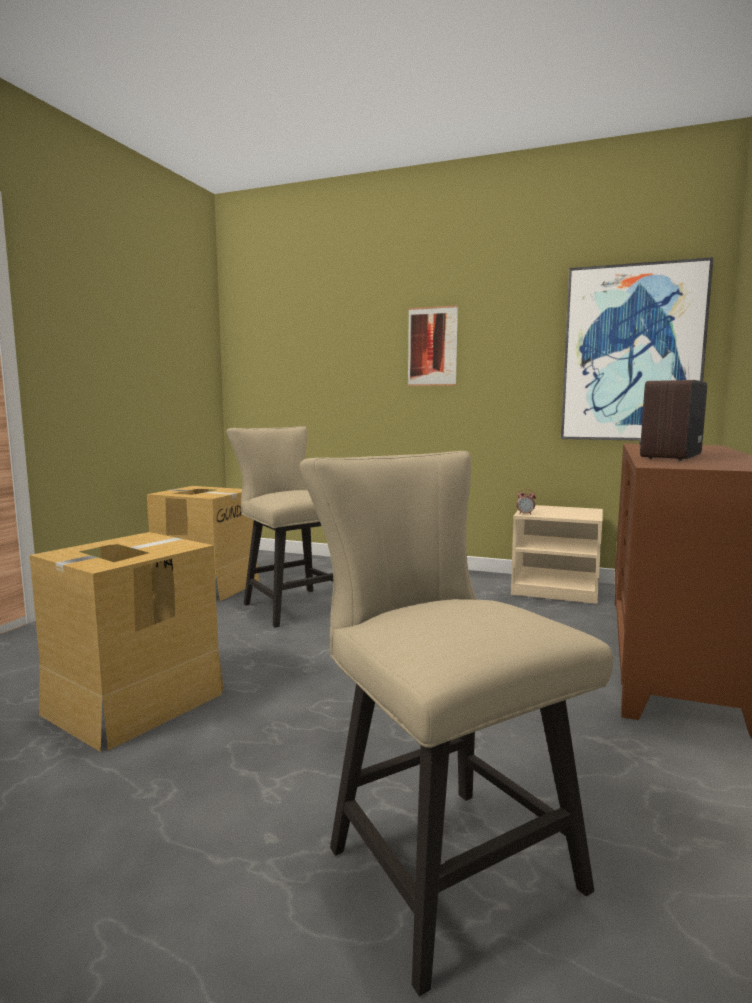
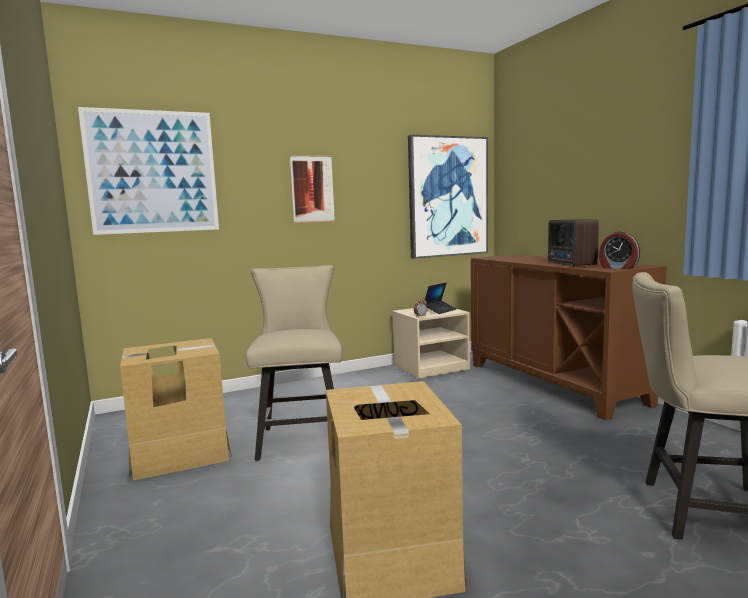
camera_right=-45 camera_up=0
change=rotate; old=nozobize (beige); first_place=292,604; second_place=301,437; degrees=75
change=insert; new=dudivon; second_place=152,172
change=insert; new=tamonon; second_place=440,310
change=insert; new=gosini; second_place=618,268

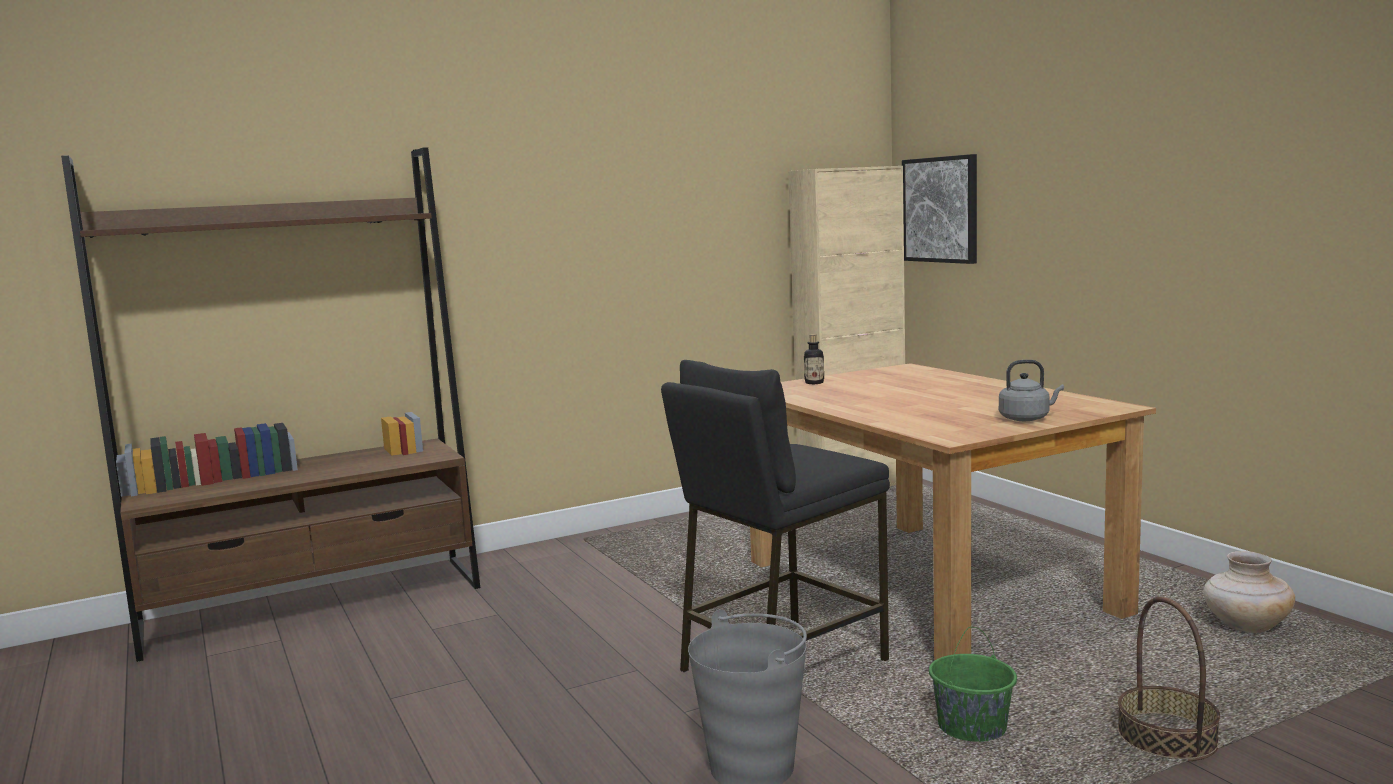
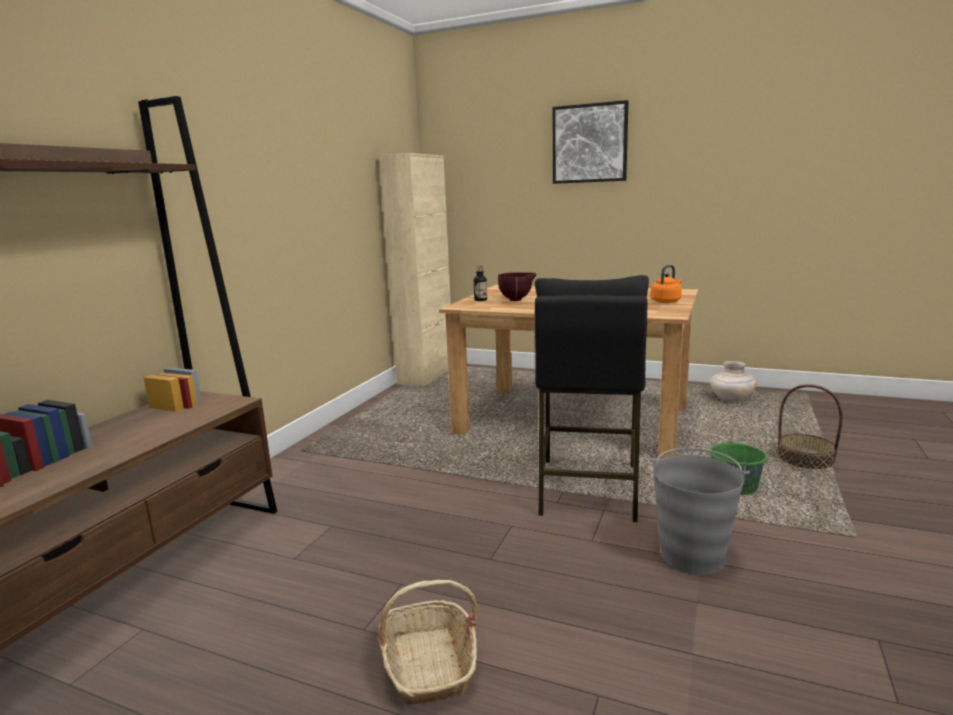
camera_right=-40 camera_up=5
change=move; old=dudivon; first_place=940,209; second_place=589,143
change=recolor; old=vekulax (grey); new=vekulax (orange); first_place=1027,418; second_place=666,301
change=insert; new=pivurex; second_place=429,664
change=insert; new=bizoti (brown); second_place=517,300

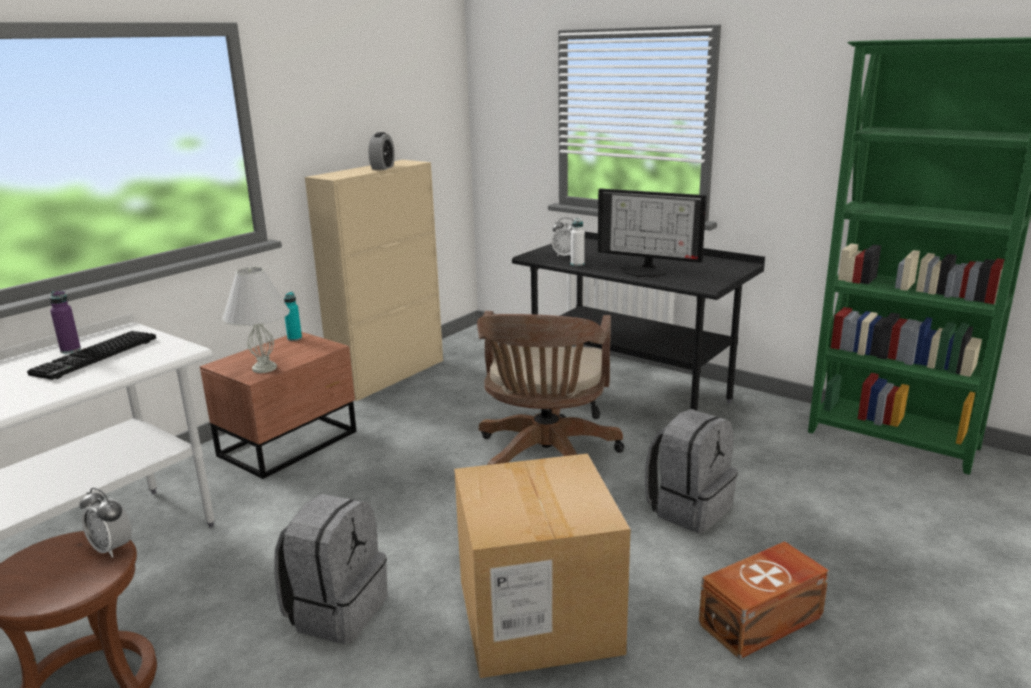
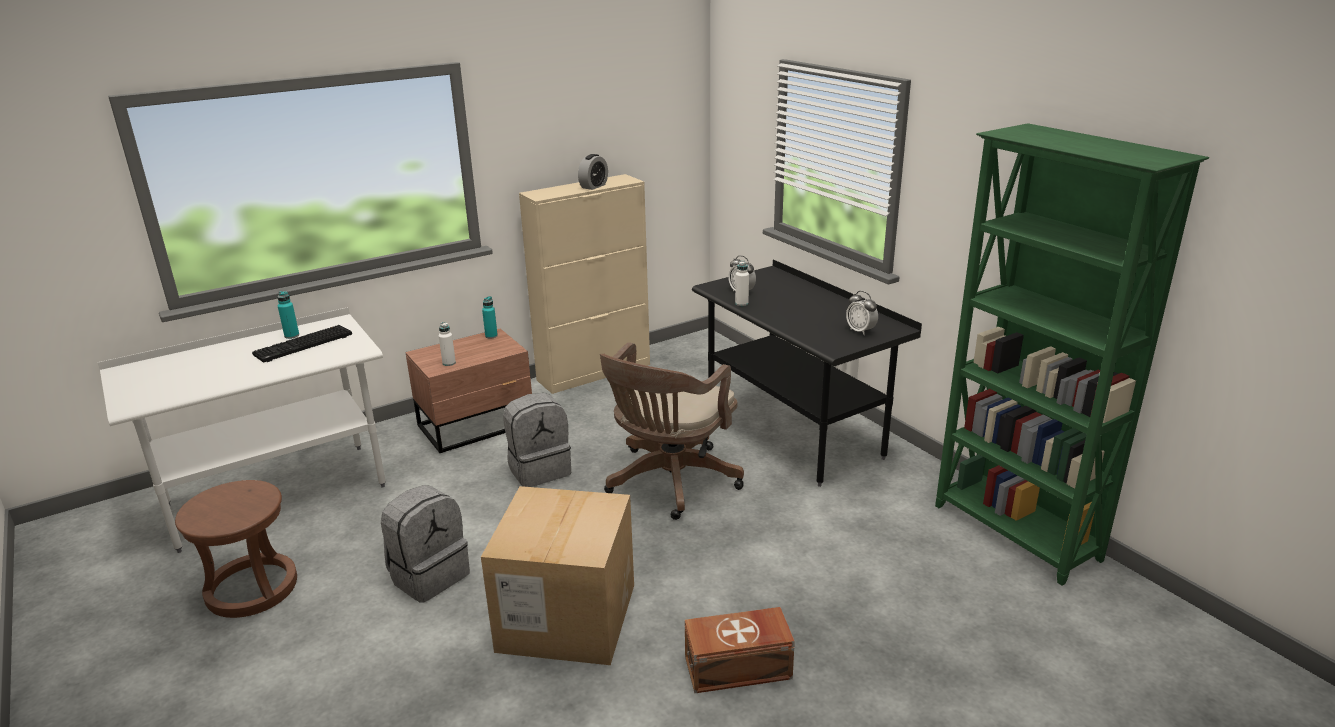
camera_right=20 camera_up=5
change=recolor; old=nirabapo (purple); new=nirabapo (turquoise); first_place=70,350; second_place=292,336
change=move; old=gosini; first_place=112,548; second_place=860,331
change=replace; old=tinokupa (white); new=nirabapo (white); first_place=264,368; second_place=449,363
change=delete; old=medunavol; first_place=645,271
change=move; old=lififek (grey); first_place=689,508; second_place=539,470

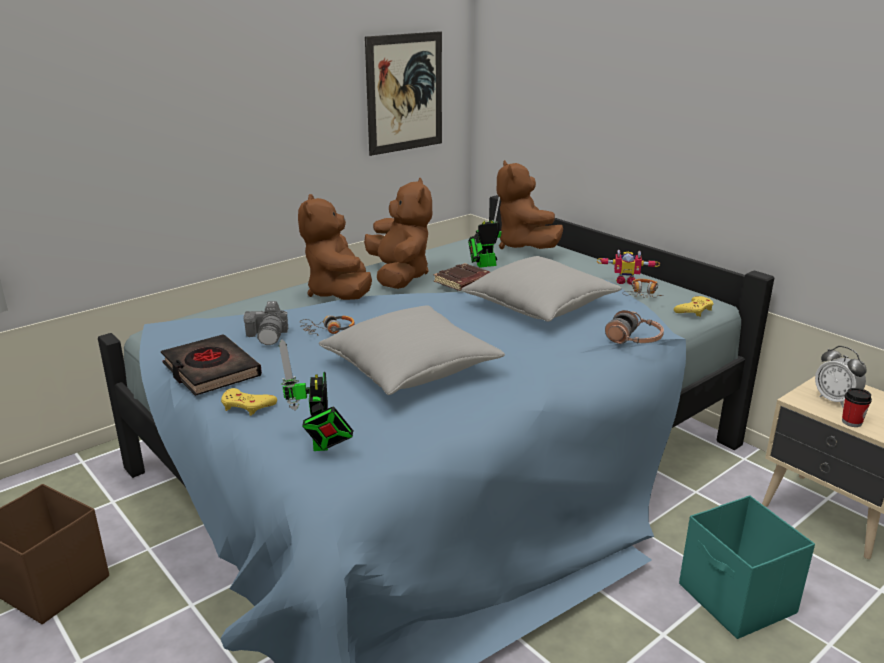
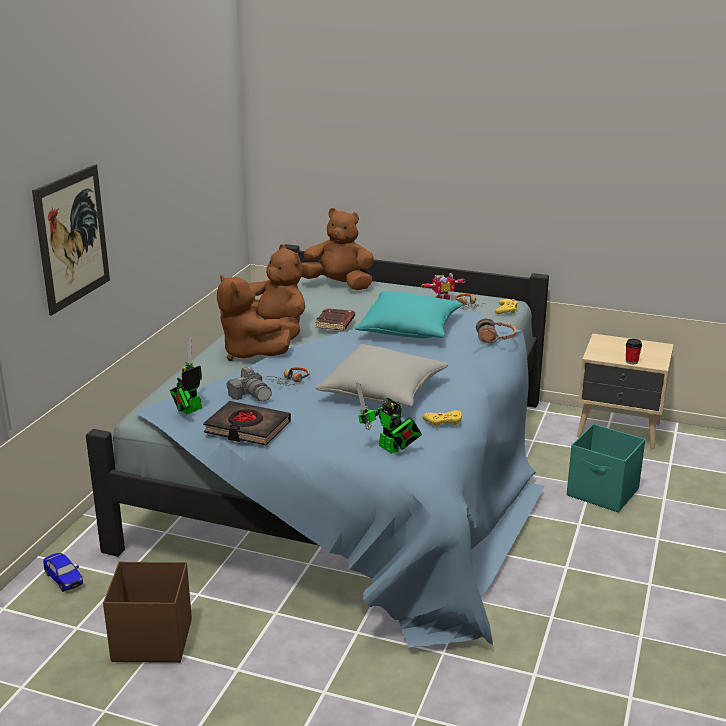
camera_right=-30 camera_up=0
change=move; old=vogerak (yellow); first_place=247,406; second_place=443,421
change=move; old=dudivon; first_place=405,93; second_place=72,238
change=recolor; old=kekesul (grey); new=kekesul (turquoise); first_place=540,307; second_place=409,329
change=move; old=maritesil; first_place=483,265; second_place=189,411
change=rotate; old=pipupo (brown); first_place=524,246; second_place=338,285; degrees=150
change=delete; old=gosini; first_place=835,400
change=insert; new=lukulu; second_place=64,579

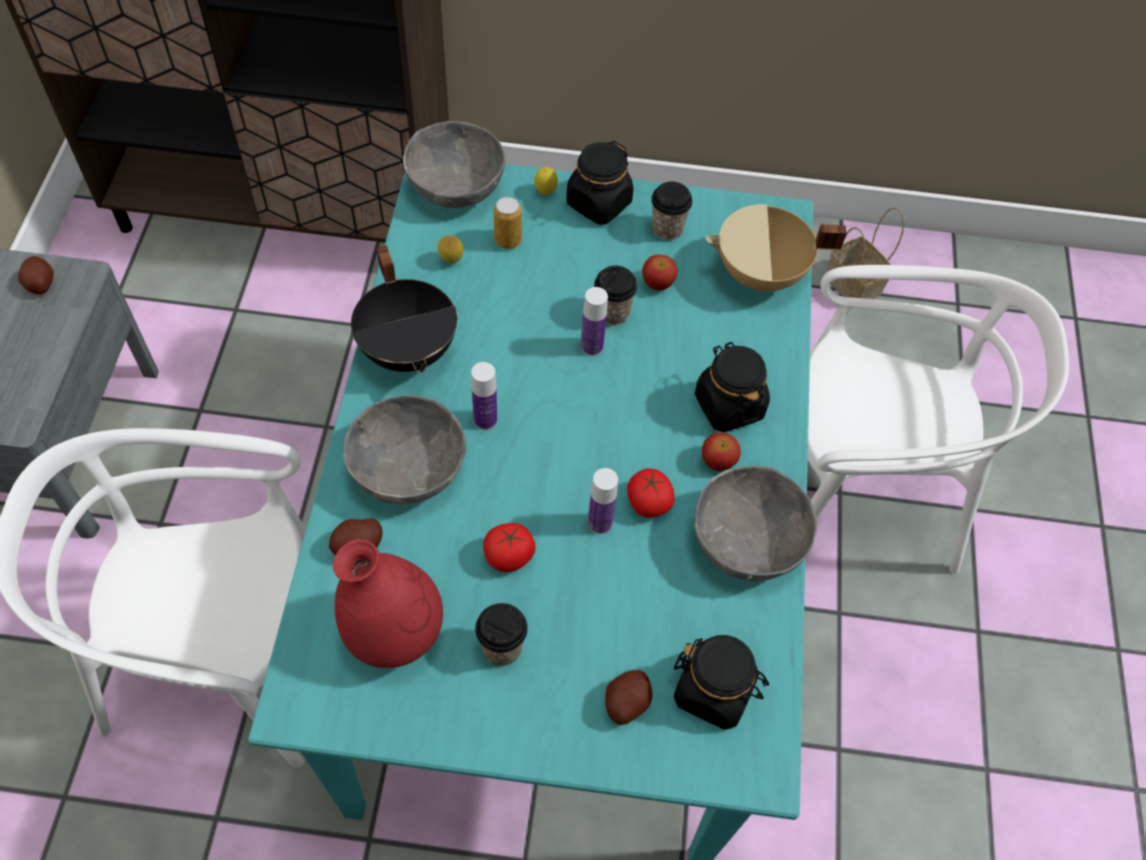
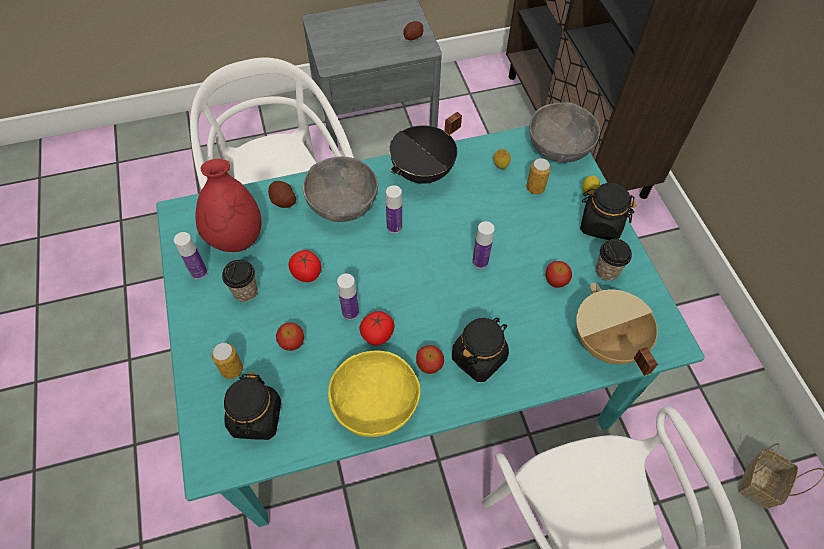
camera_right=70 camera_up=0
change=delete; old=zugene; first_place=612,313
change=replace; old=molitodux; new=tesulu; first_place=626,702; second_place=232,369
change=recolor; old=bizoti (grey); new=bizoti (yellow); first_place=748,541; second_place=375,404
change=insert; new=nirabapo; second_place=199,272
change=insert; new=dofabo; second_place=292,343

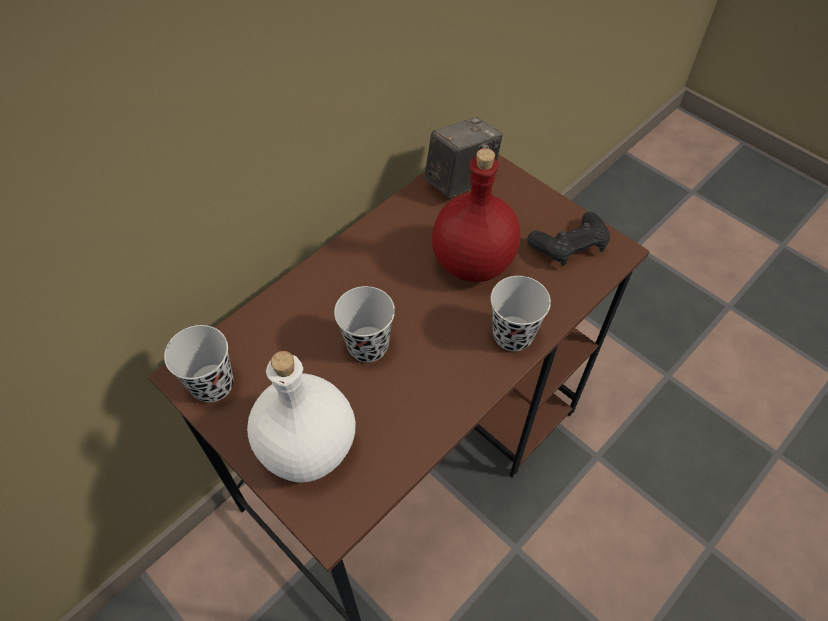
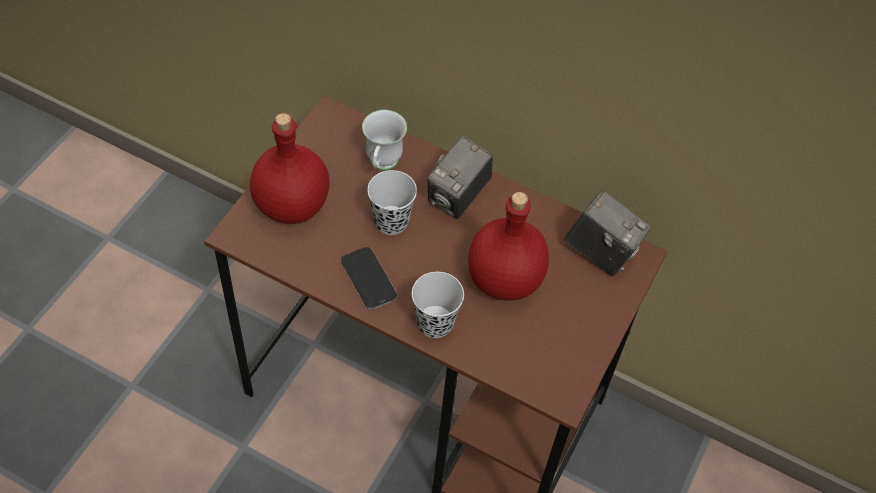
camera_right=70 camera_up=0
change=delete; old=zugene (black); first_place=212,384
change=recolor; old=nirabapo (white); new=nirabapo (red); first_place=309,448; second_place=291,206
change=delete; old=vogerak (black); first_place=569,246
change=insert; new=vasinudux; second_place=368,279
change=insert; new=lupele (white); second_place=381,166
change=insert; new=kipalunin; second_place=458,197

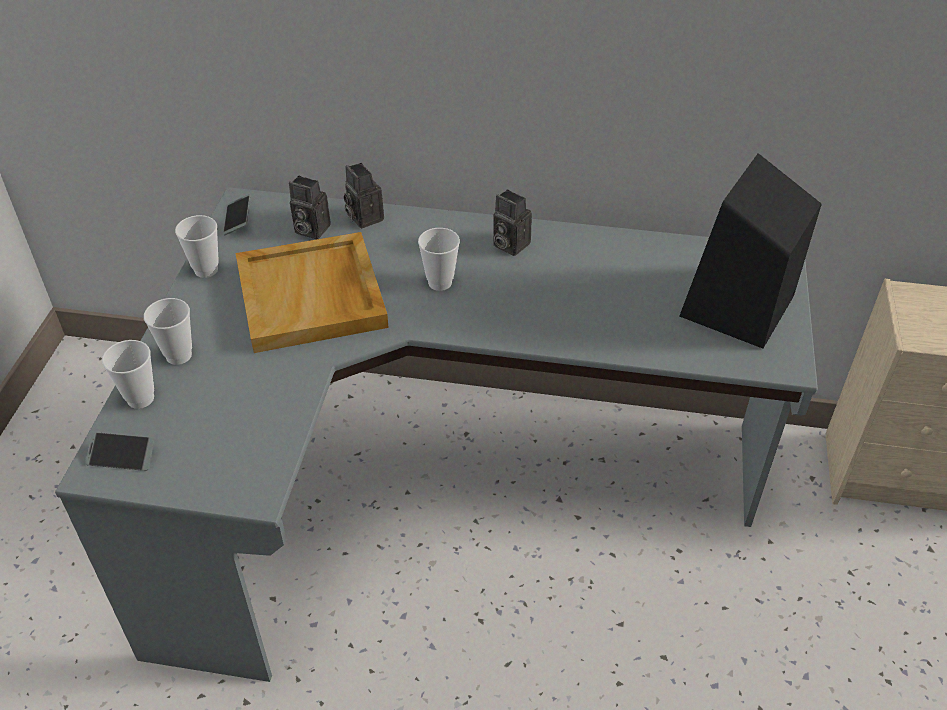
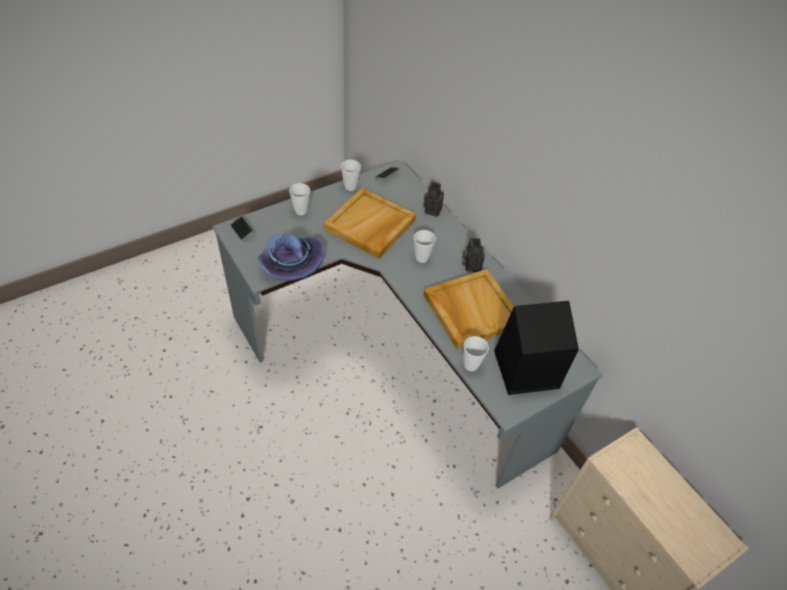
camera_right=45 camera_up=5
change=move; old=zugene; first_place=140,398; second_place=471,365
change=delete; old=kipalunin; first_place=309,229
change=insert; new=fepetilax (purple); second_place=290,263
change=insert; new=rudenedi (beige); second_place=470,310

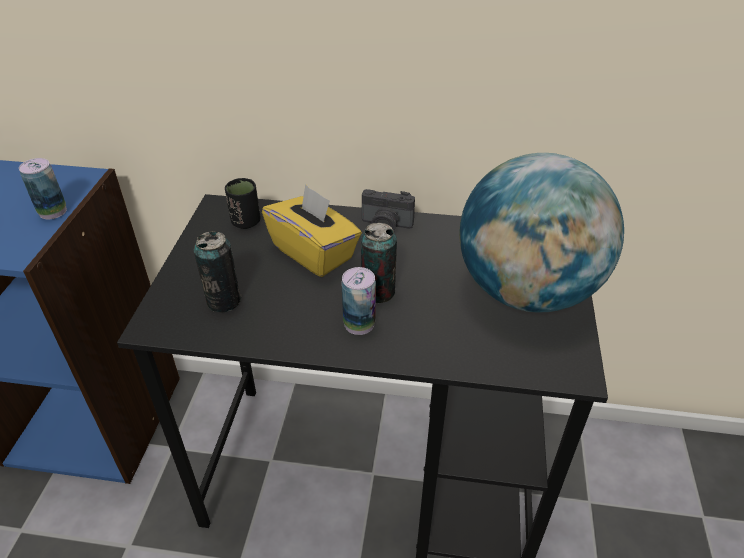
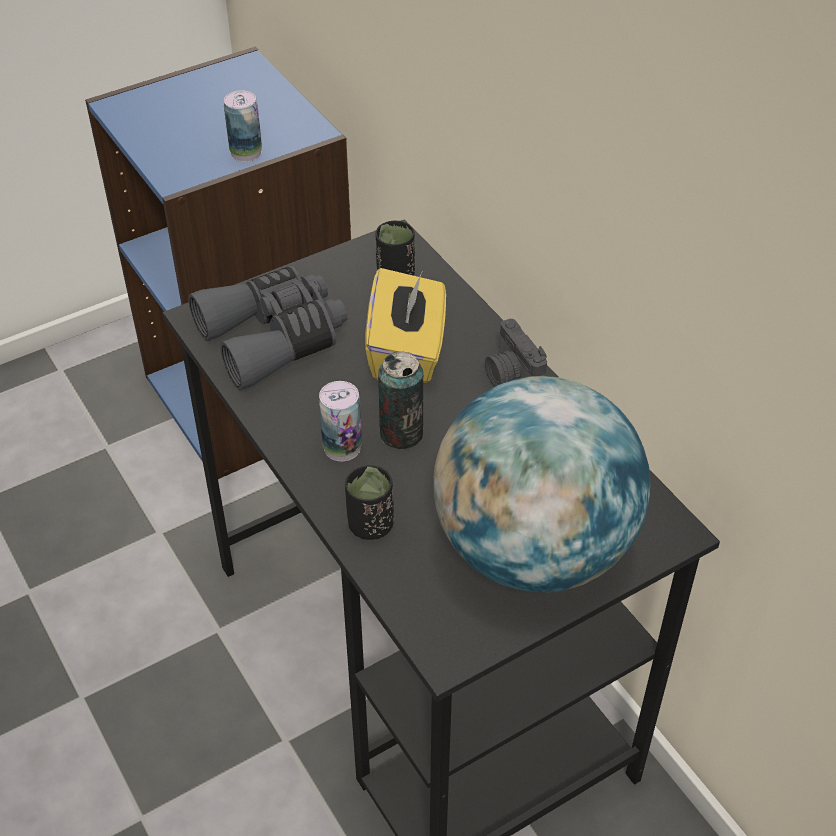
camera_right=50 camera_up=5
change=replace; old=tesulu; new=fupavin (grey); first_place=223,300; second_place=274,338
change=insert; new=zugene (black); second_place=370,525

